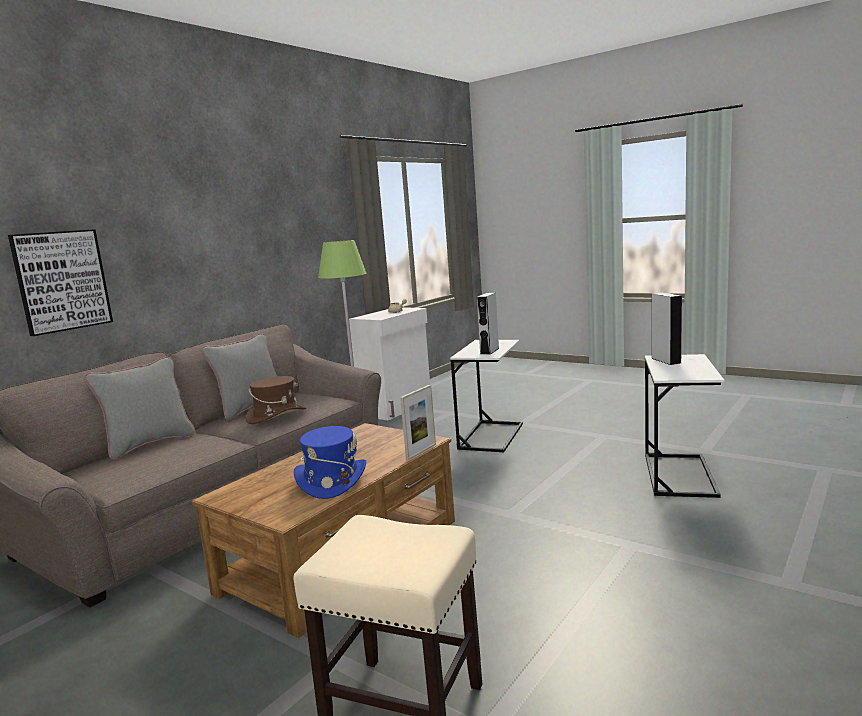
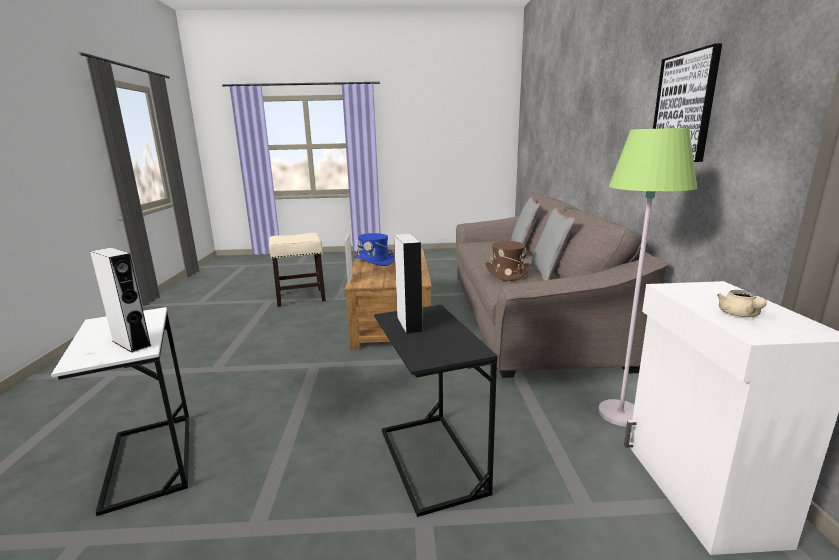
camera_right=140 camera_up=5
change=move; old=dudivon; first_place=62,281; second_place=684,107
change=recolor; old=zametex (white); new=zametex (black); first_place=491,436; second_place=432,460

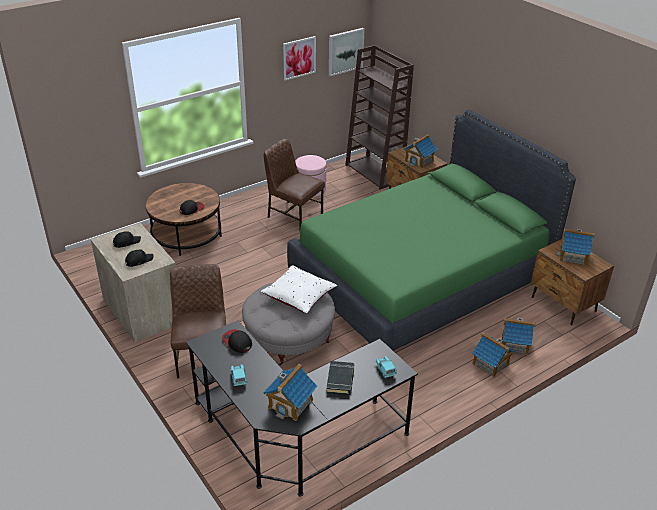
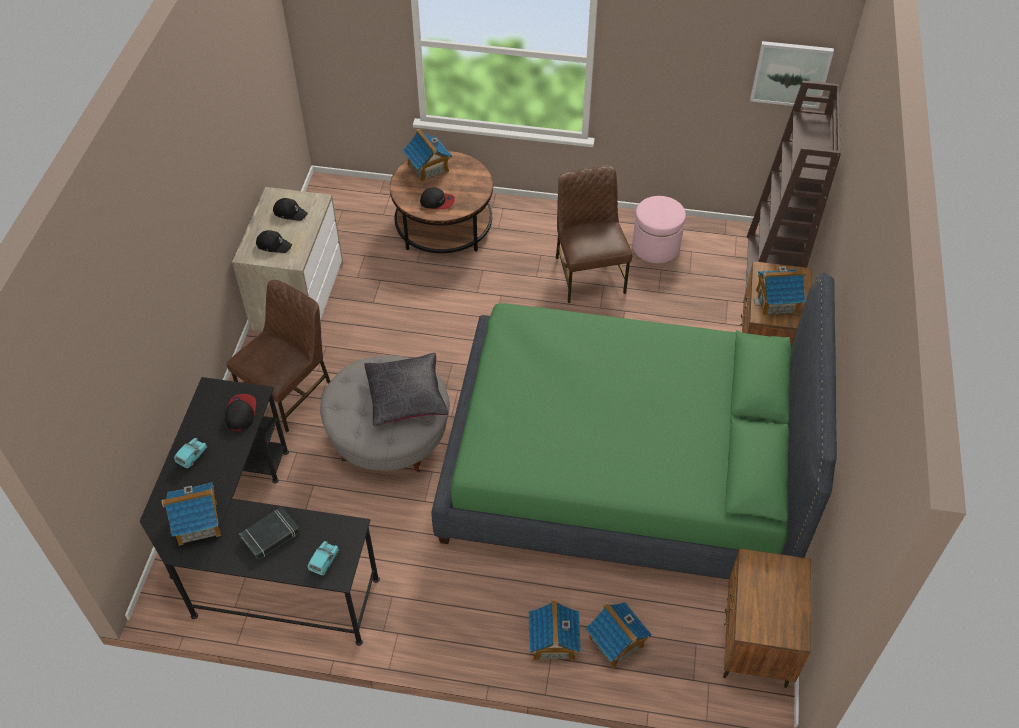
camera_right=45 camera_up=15
change=recolor; old=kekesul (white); new=kekesul (black); first_place=299,296; second_place=406,397
change=delete; old=dudivon; first_place=299,58
change=move; old=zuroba; first_place=573,256; second_place=428,168

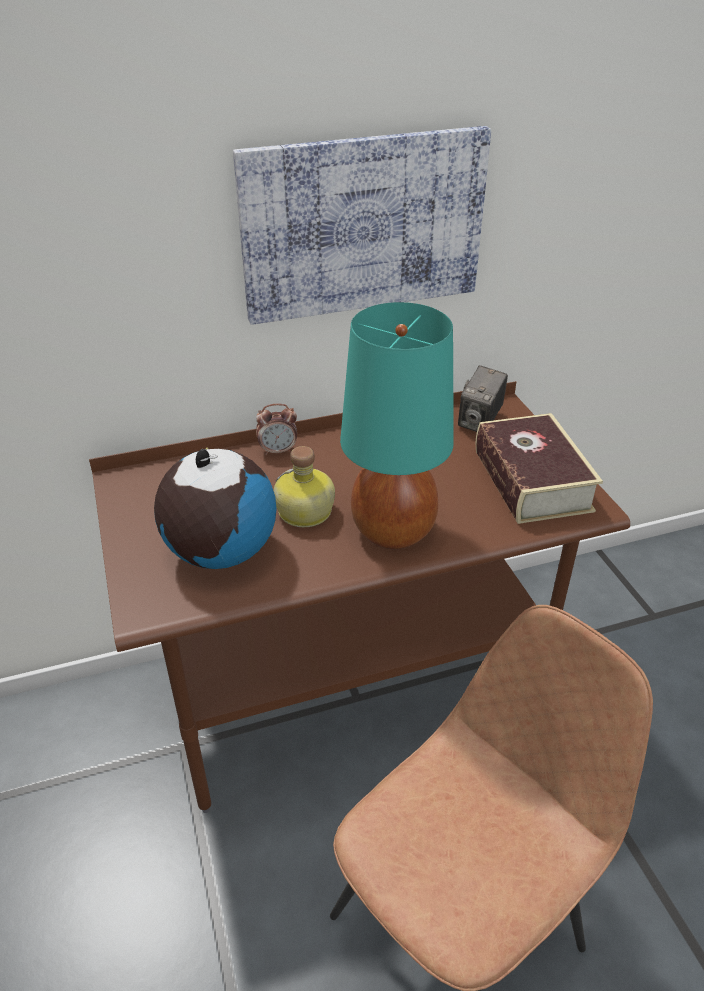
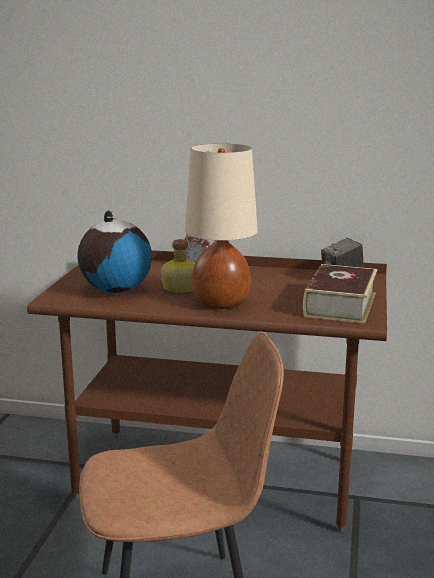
camera_right=30 camera_up=-20
change=delete; old=dudivon; first_place=363,225
change=recolor; old=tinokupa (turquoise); new=tinokupa (beige); first_place=394,530; second_place=222,303

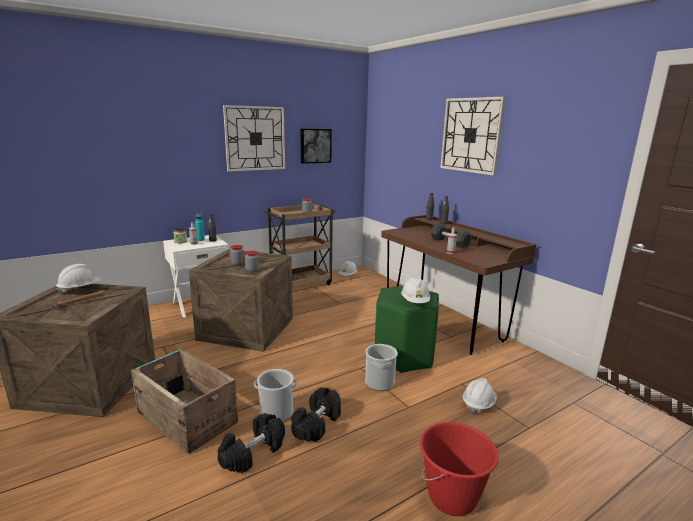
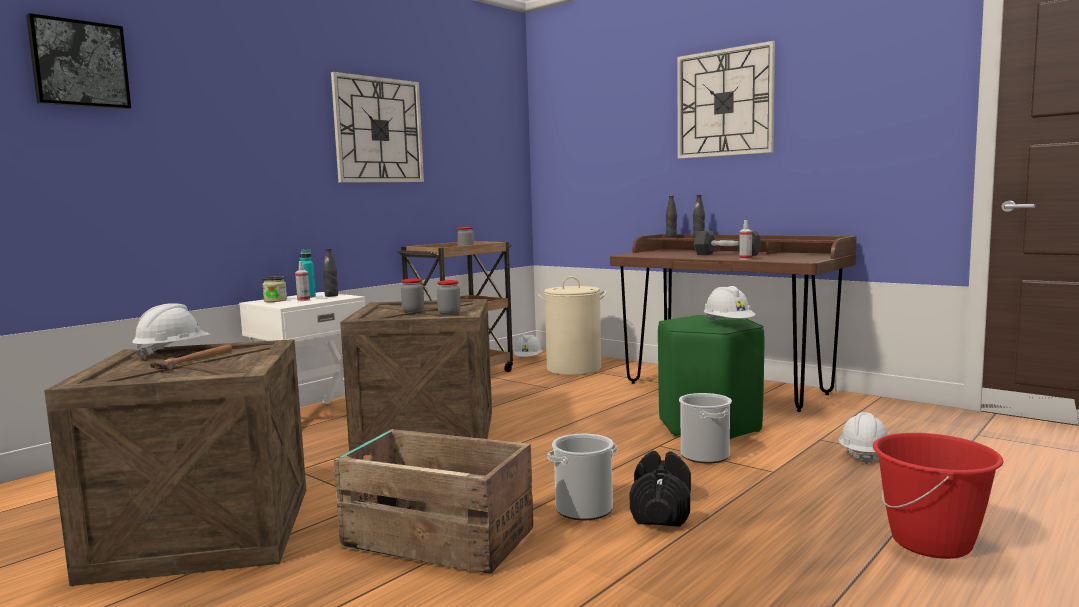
camera_right=-15 camera_up=-10
change=delete; old=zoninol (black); first_place=253,453
change=move; old=dudivon; first_place=315,145; second_place=79,64
change=insert; new=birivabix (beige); second_place=574,368

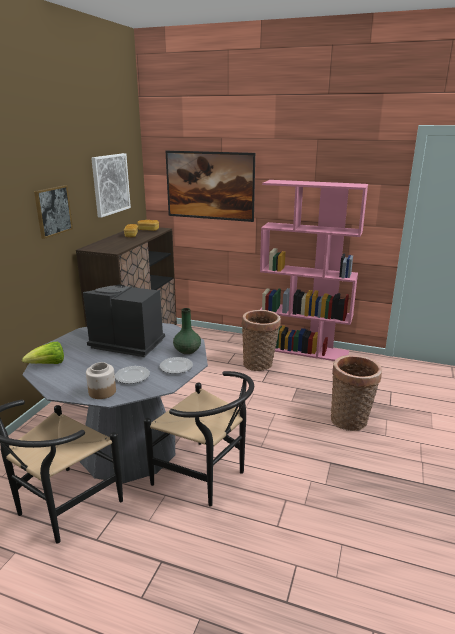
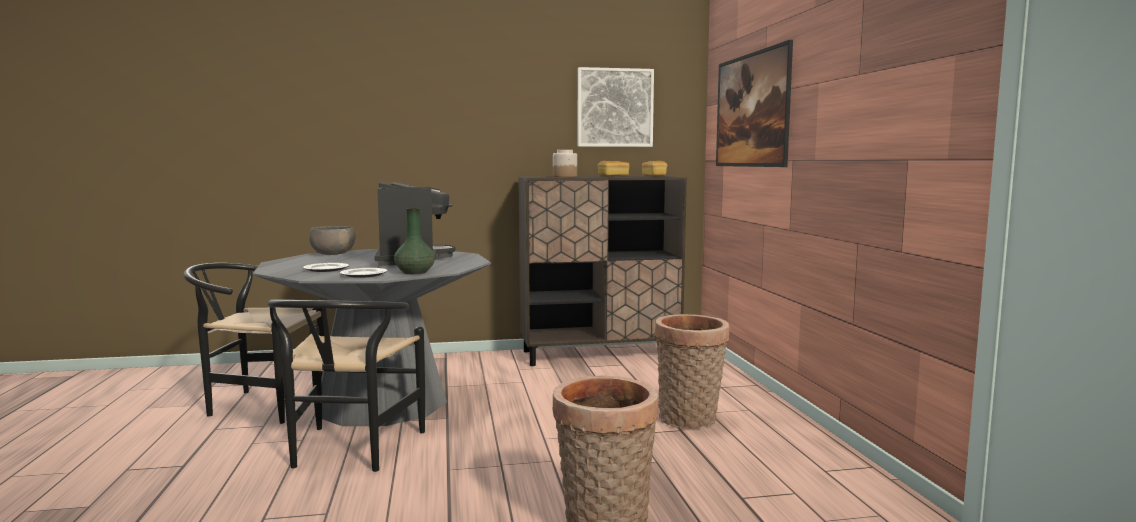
camera_right=60 camera_up=-15
change=replace; old=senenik; new=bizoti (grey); first_place=48,365; second_place=333,254
change=delete; old=dudivon; first_place=53,211
change=move; old=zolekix; first_place=102,392; second_place=564,176
change=delete; old=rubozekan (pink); first_place=303,350

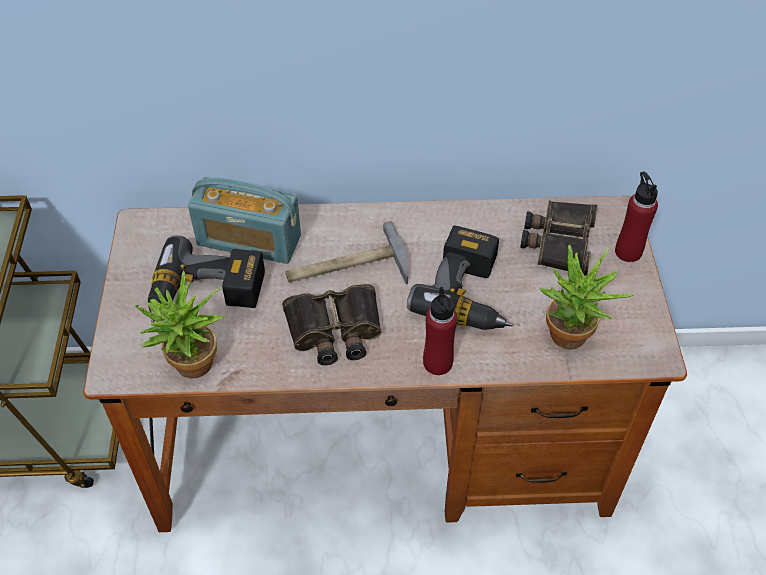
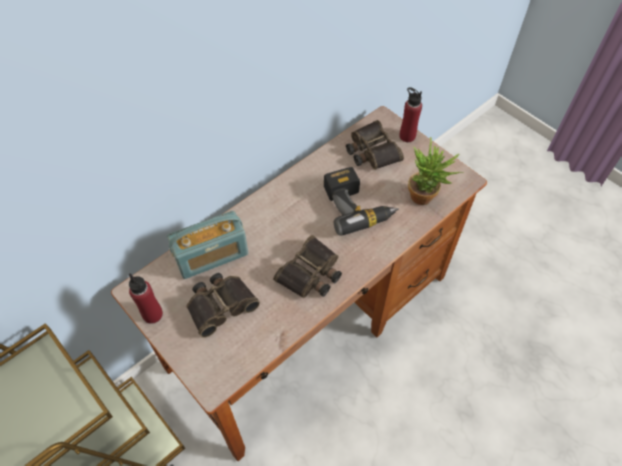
camera_right=-40 camera_up=5
change=delete; old=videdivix; first_place=192,370
change=replace; old=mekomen; new=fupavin; first_place=206,296; second_place=220,304
change=delete; old=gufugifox; first_place=347,268
change=move; old=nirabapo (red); first_place=437,363; second_place=152,314

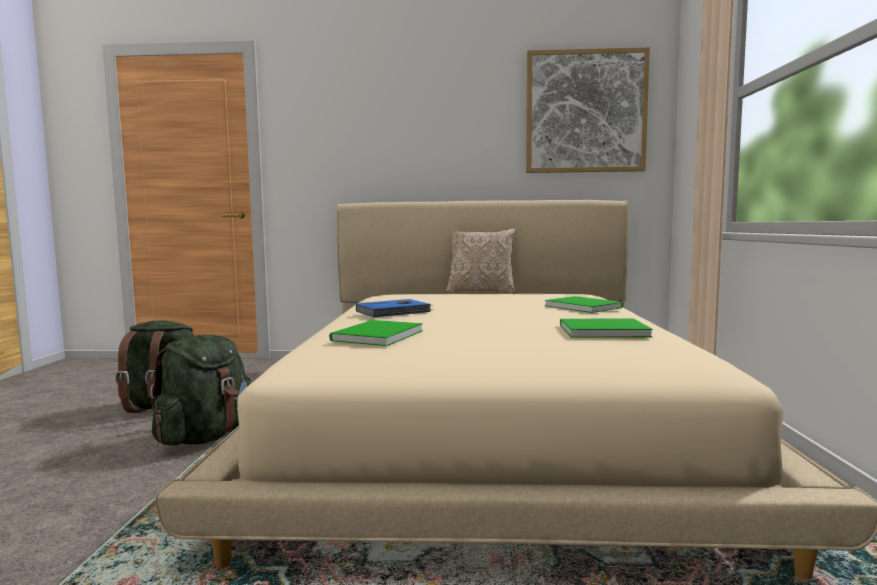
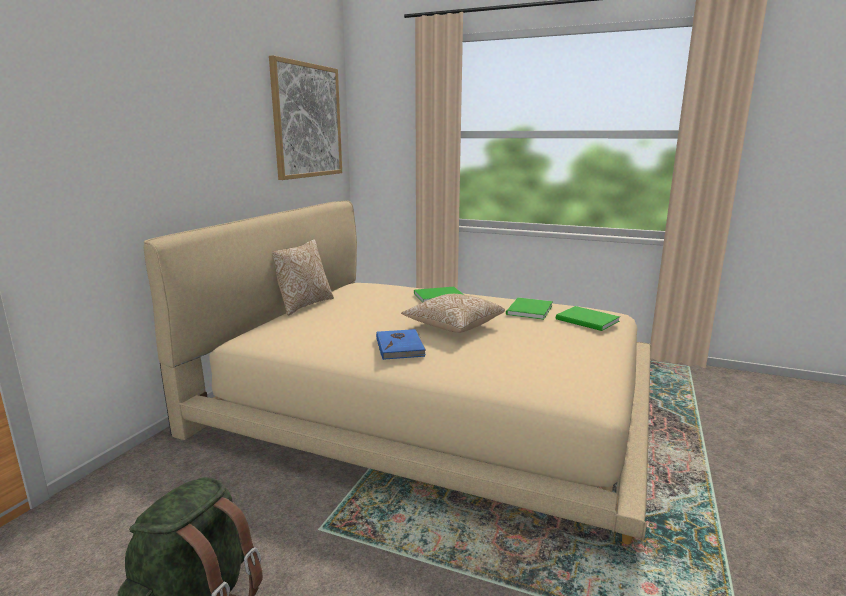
camera_right=-70 camera_up=10
change=delete; old=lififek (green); first_place=206,437
change=move; old=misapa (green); first_place=374,336; second_place=588,321
change=insert; new=kekesul; second_place=453,326

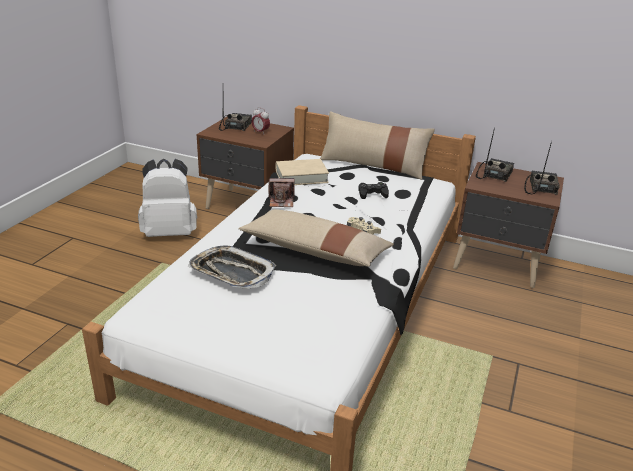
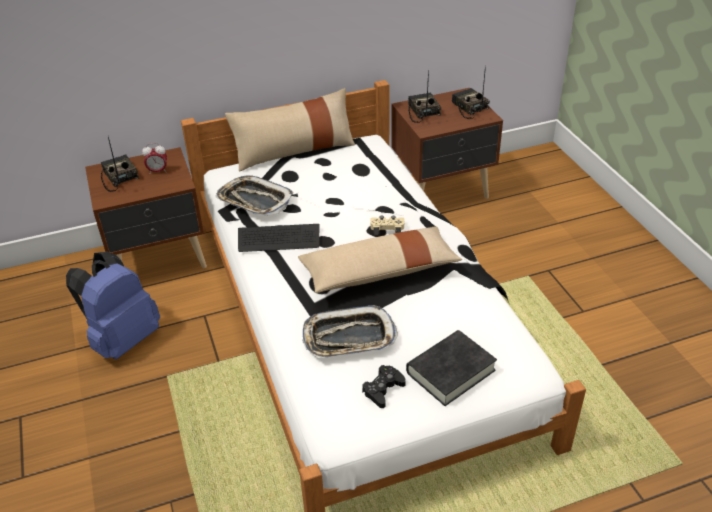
camera_right=-40 camera_up=10
change=recolor; old=lififek (white); new=lififek (blue); first_place=170,232; second_place=123,339
change=replace; old=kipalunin; new=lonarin; first_place=281,201; second_place=279,239
change=replace; old=misapa (beige); new=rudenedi; first_place=301,176; second_place=254,201
change=move; old=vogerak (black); first_place=372,194; second_place=383,389
change=insert; new=misapa (black); second_place=450,371

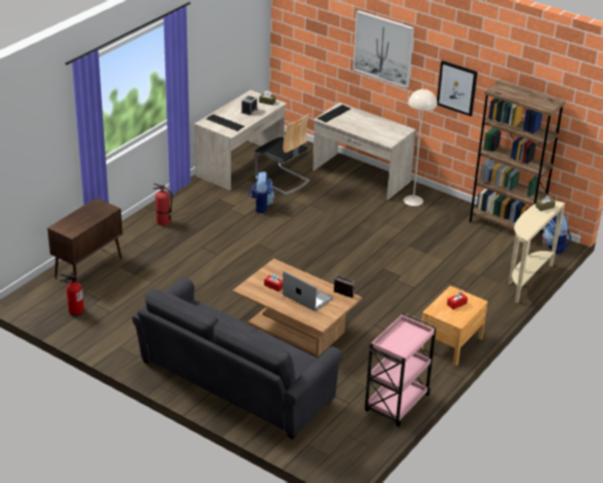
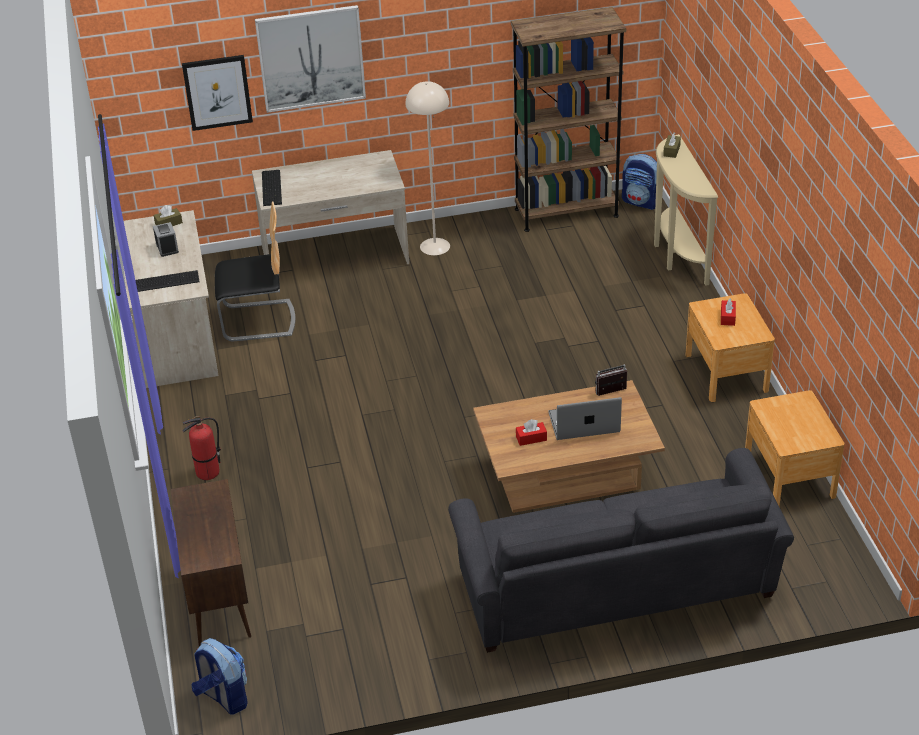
camera_right=-45 camera_up=5
change=delete; old=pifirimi; first_place=75,311
change=move; old=lififek; first_place=261,206; second_place=223,697
change=replace; old=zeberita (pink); new=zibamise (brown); first_place=396,404; second_place=789,475
change=move; old=dudivon; first_place=457,88; second_place=217,92

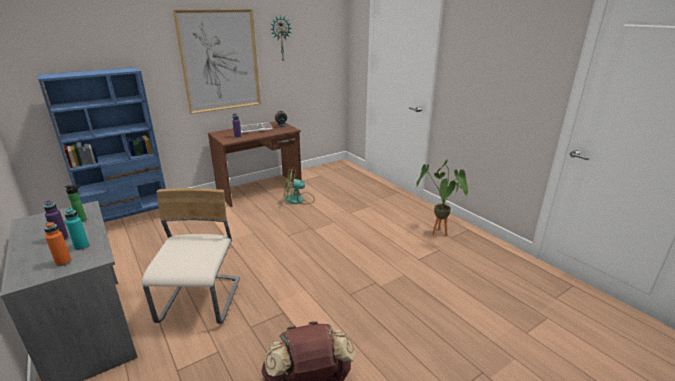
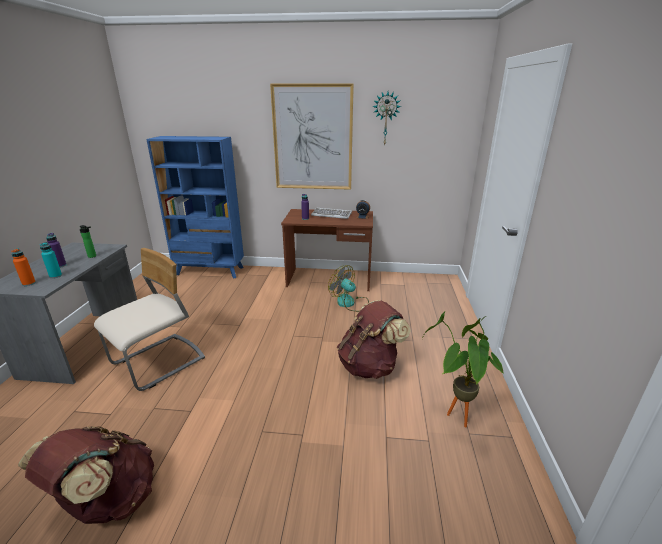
camera_right=40 camera_up=0
change=insert; new=lififek (brown); second_place=369,366

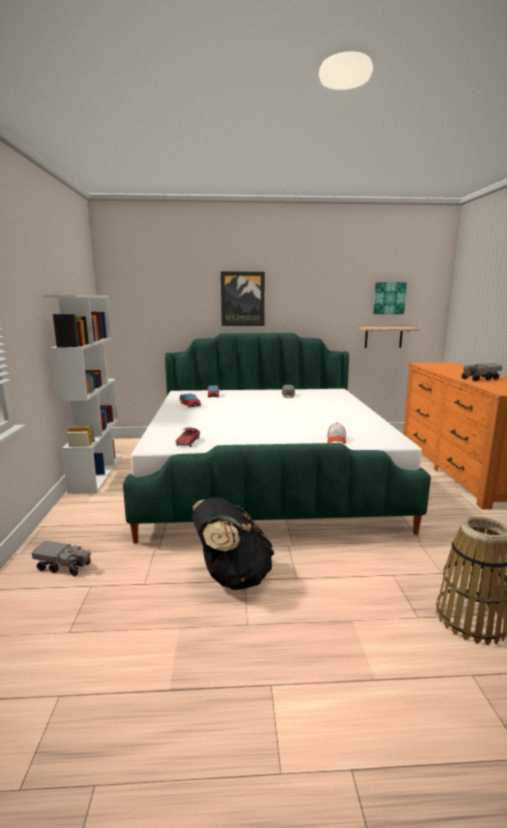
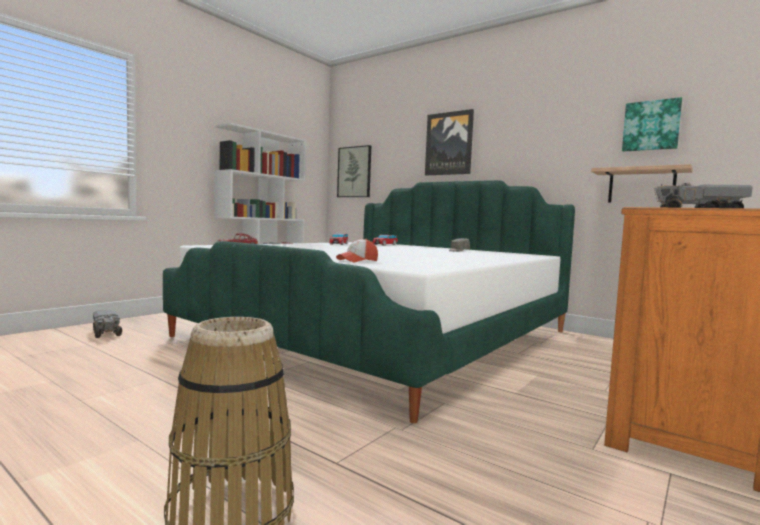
camera_right=40 camera_up=-10
change=delete; old=lififek (black); first_place=232,577
change=insert; new=dudivon; second_place=354,172

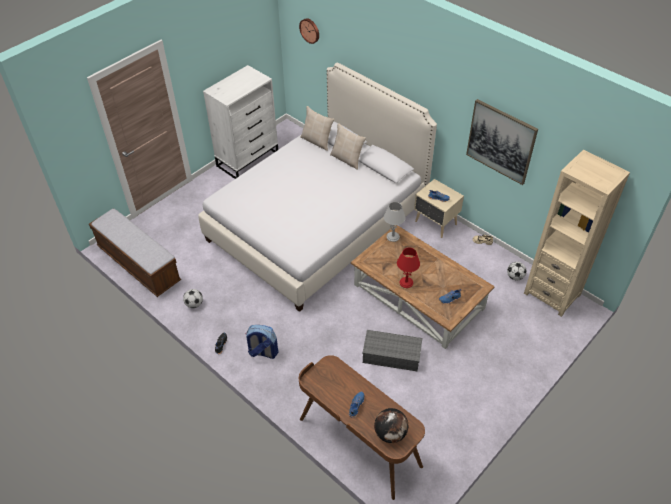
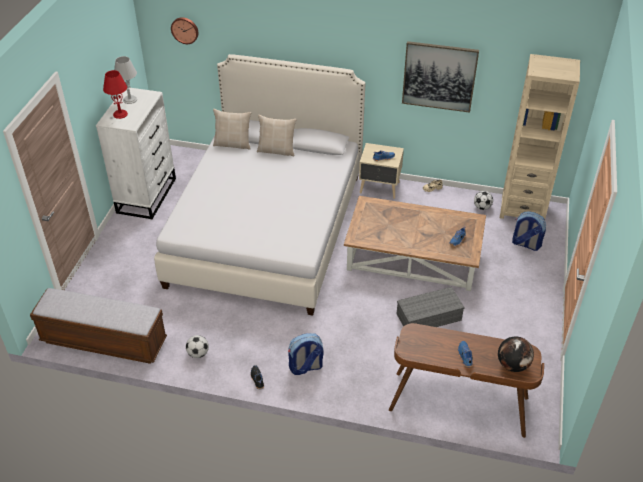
camera_right=-30 camera_up=-5
change=move; old=tinokupa (grey); first_place=393,236; second_place=130,99
change=move; old=tinokupa (red); first_place=406,282; second_place=120,114
change=insert; new=lififek; second_place=525,244

